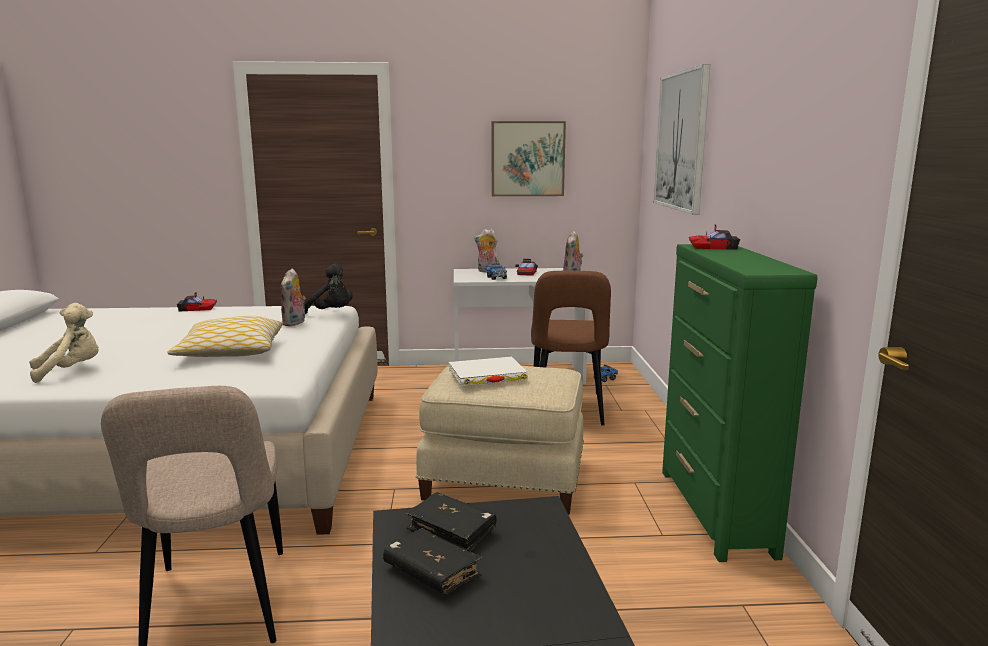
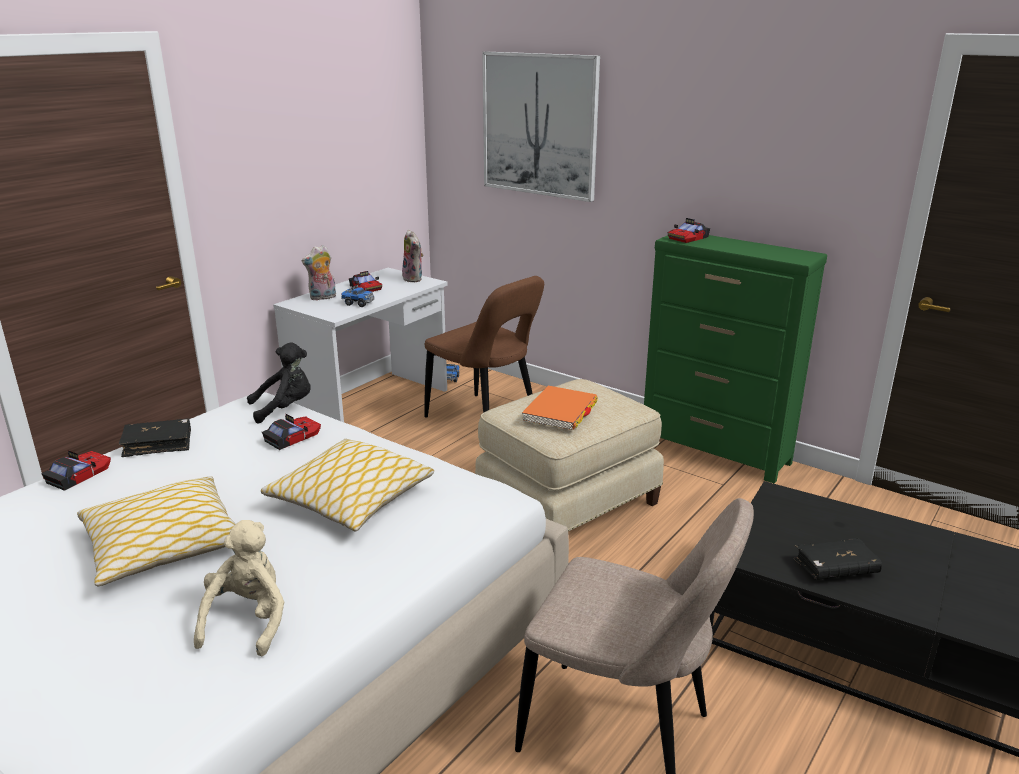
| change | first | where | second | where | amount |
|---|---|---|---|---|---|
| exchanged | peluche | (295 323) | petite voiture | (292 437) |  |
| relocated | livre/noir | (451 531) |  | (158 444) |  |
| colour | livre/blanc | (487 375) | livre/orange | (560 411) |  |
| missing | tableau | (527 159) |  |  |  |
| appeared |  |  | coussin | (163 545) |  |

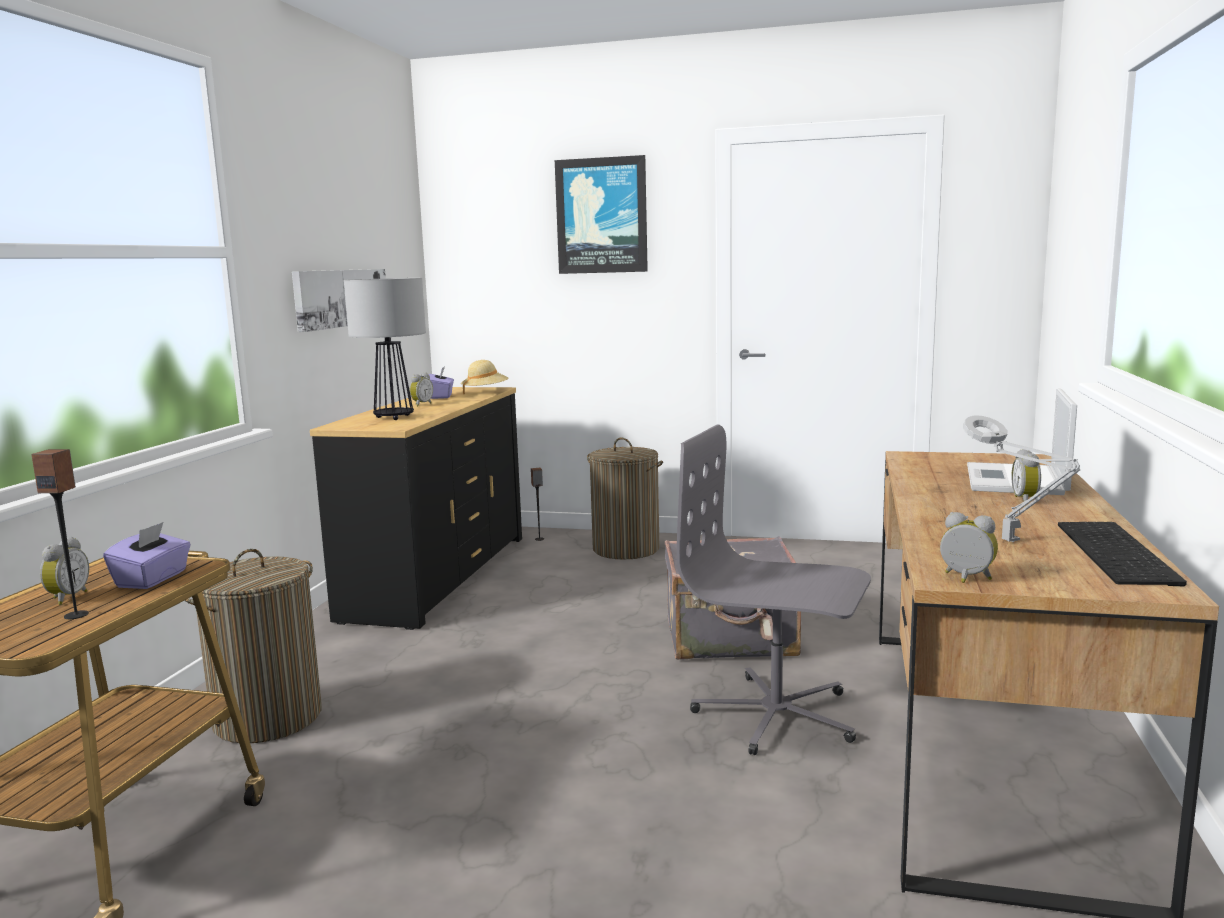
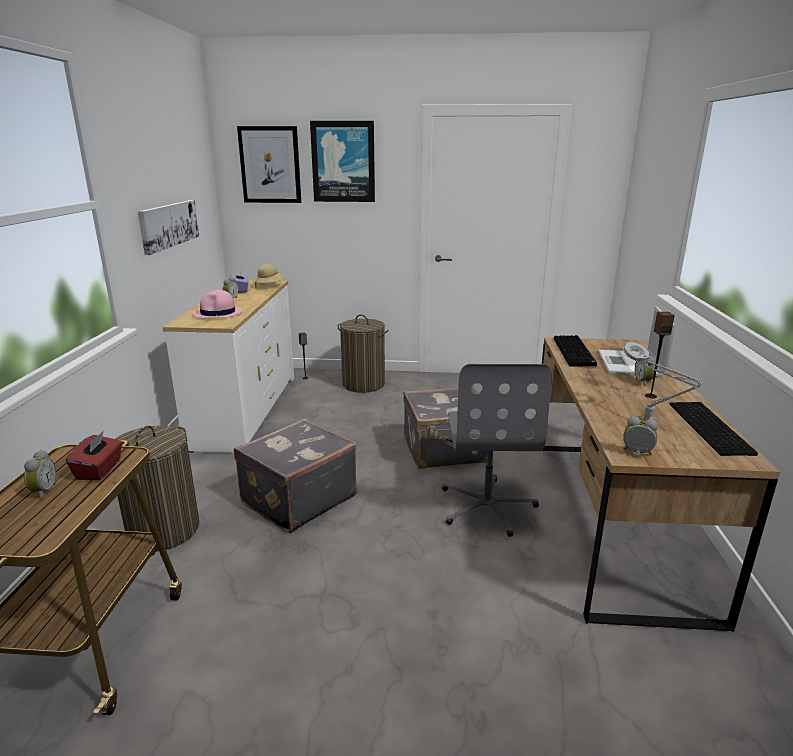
| change | first | where | second | where | amount |
|---|---|---|---|---|---|
| relocated | enceinte | (76 615) |  | (650 396) |  |
| colour | boîte à mouchoirs/violet | (153 579) | boîte à mouchoirs/rouge | (99 470) |  |
| colour | commode/noir | (437 576) | commode/blanc | (245 410) |  |
| exchanged | lampe de table | (394 417) | chapeau/rose | (218 313) |  |
| spun | chaise de bureau/gris | (776 715) |  | (487 506) | 105 degrees counterclockwise |
| appeared |  |  | valise/gris | (297 499) |  |
| appeared |  |  | tableau | (270 165) |  |
| appeared |  |  | clavier | (575 352) |  |

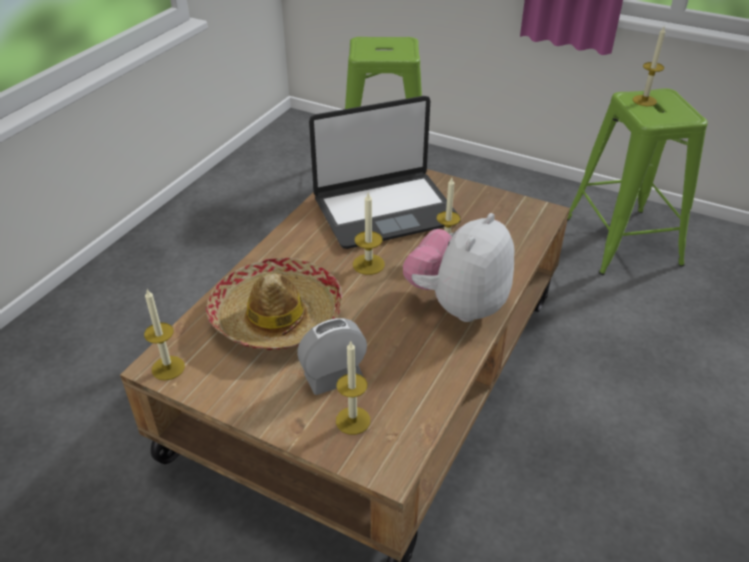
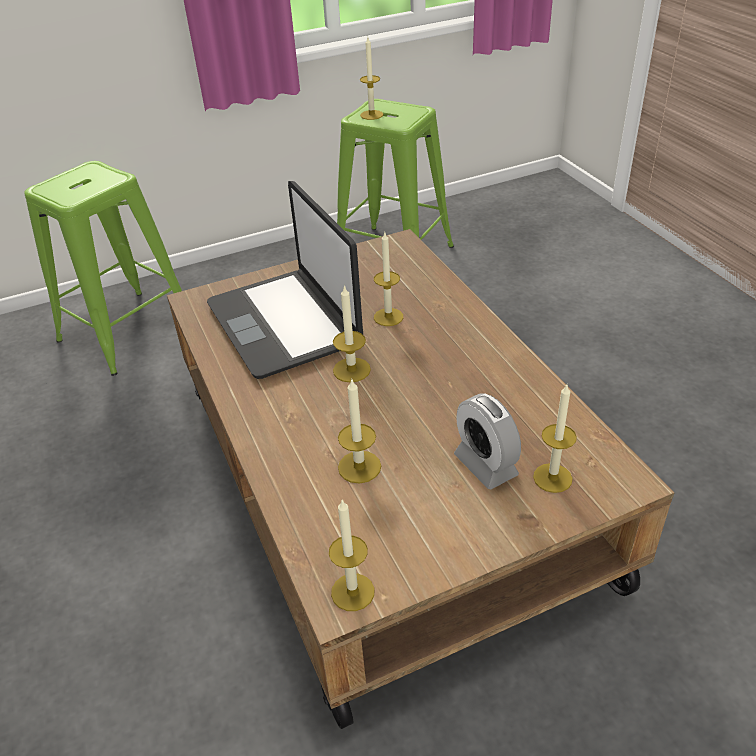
| change | first | where | second | where | amount |
|---|---|---|---|---|---|
| exchanged | chapeau | (277 316) | bougie | (359 467) |  |
| spun | réveil | (333 377) |  | (485 465) | 45 degrees counterclockwise |
| spun | ordinateur portable | (385 210) |  | (285 323) | 135 degrees clockwise |
| missing | peluche | (458 304) |  |  |  |

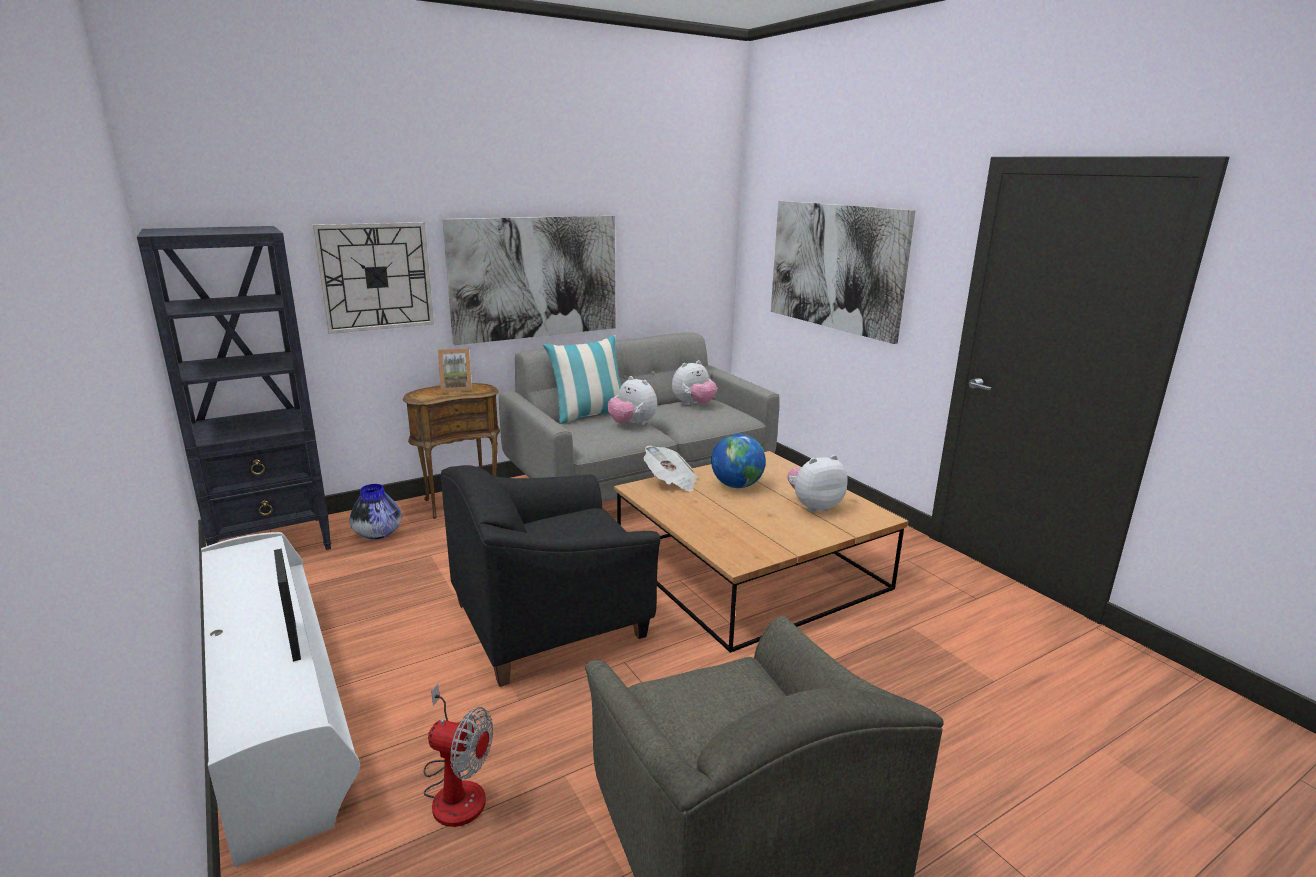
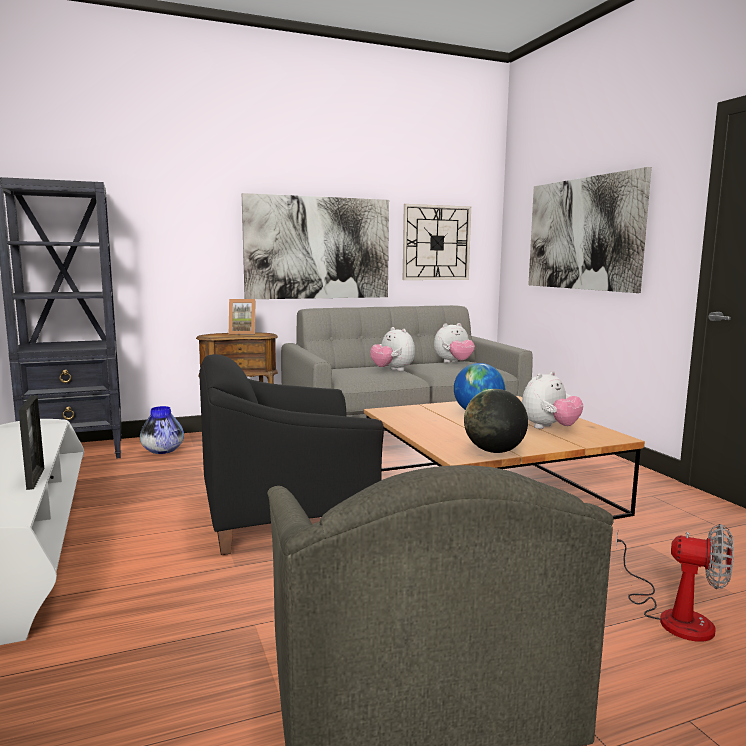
| change | first | where | second | where | amount |
|---|---|---|---|---|---|
| relocated | horloge murale | (376 277) |  | (436 243) |  |
| relocated | ventilateur | (456 789) |  | (673 615) |  |
| missing | coussin | (589 416) |  |  |  |
| missing | journal | (671 482) |  |  |  |
| spun | peluche | (813 506) |  | (549 428) | 150 degrees clockwise |
| appeared |  |  | globe | (494 451) |  |

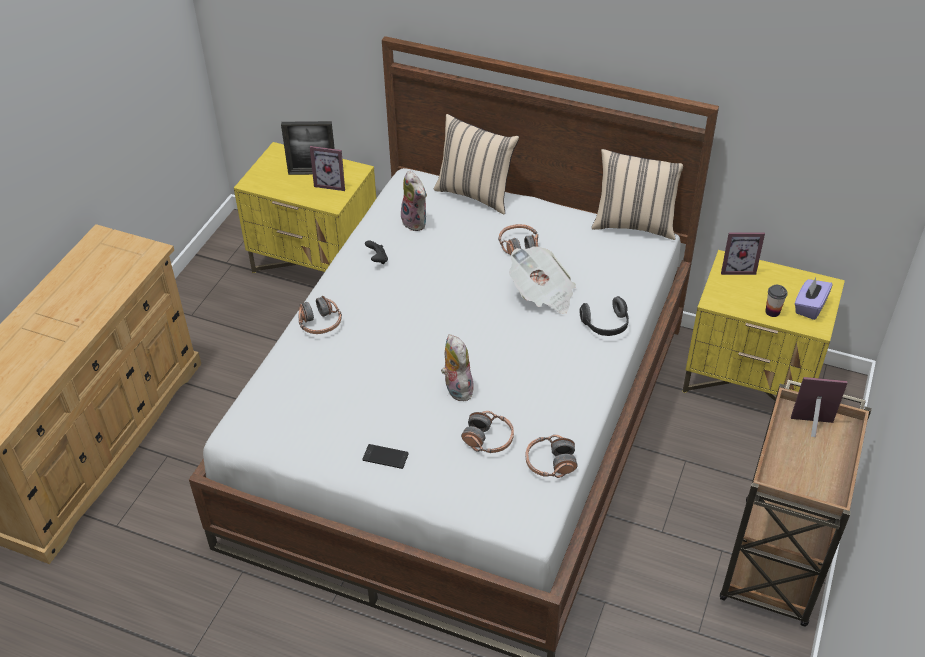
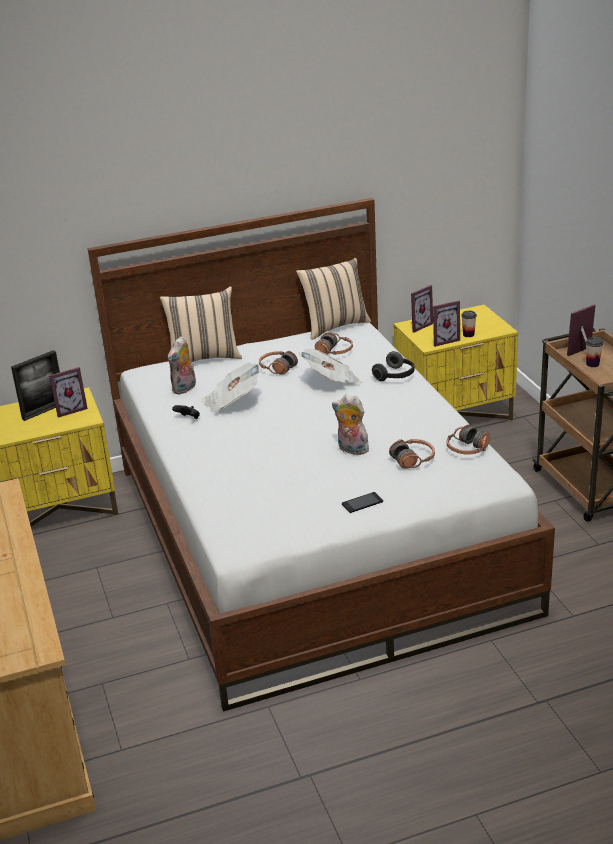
| change | first | where | second | where | amount |
|---|---|---|---|---|---|
| relocated | casque audio | (320 323) |  | (335 352) |  |
| spun | peluche | (416 222) |  | (185 389) | 105 degrees clockwise |
| missing | boîte à mouchoirs/violet | (809 307) |  |  |  |
| appeared |  |  | journal | (232 401) |  |
| appeared |  |  | cadre photo | (443 340) |  |
| appeared |  |  | tasse | (592 364) |  |

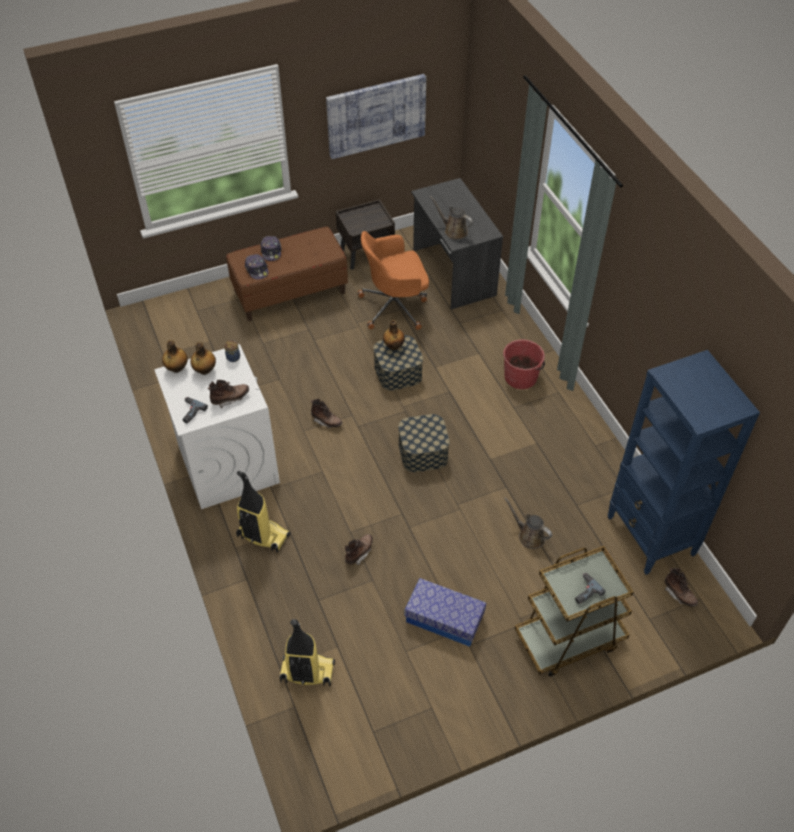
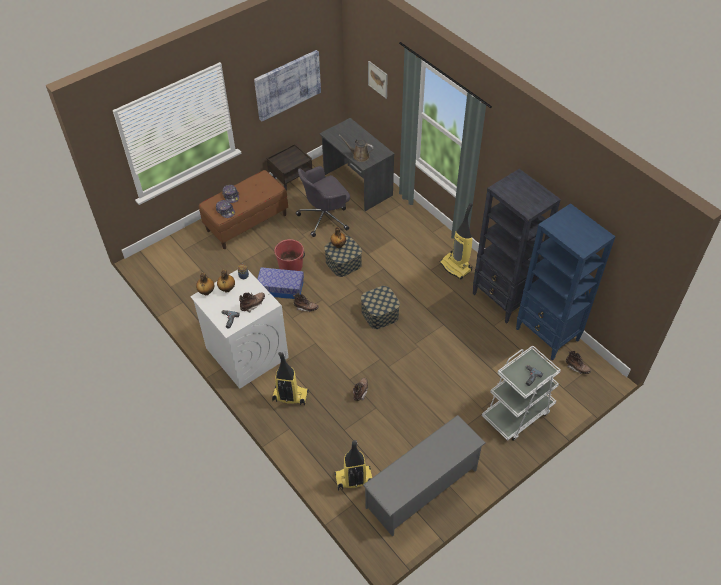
| change | first | where | second | where | amount |
|---|---|---|---|---|---|
| colour | chaise de bureau/orange | (395 306) | chaise de bureau/gris | (325 217) |  |
| relocated | boîte de rangement | (444 619) |  | (280 289) |  |
| relocated | seau/rouge | (521 377) |  | (291 266) |  |
| missing | arrosoir/marron | (529 535) |  |  |  |
| colour | chariot/marron | (569 638) | chariot/blanc | (517 413) |  |
| appeared |  |  | étagère à chaussures/gris | (422 488) |  |
| appeared |  |  | tableau | (378 79) |  |
| appeared |  |  | aspirateur | (456 267) |  |
| appeared |  |  | bibliothèque/noir | (503 300) |  |

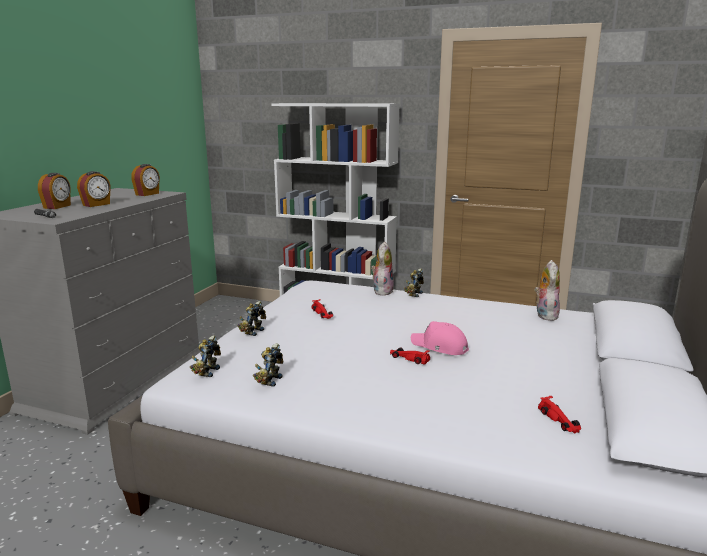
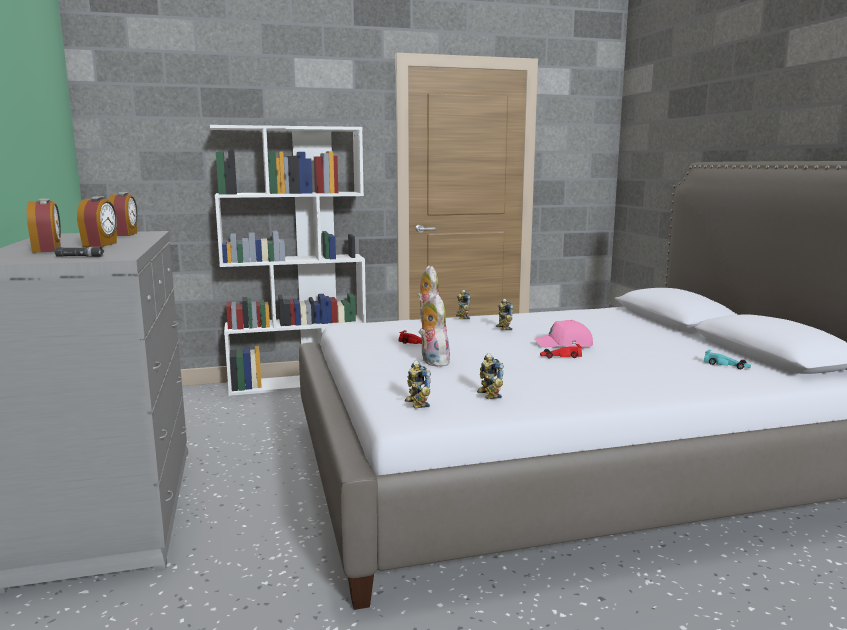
| change | first | where | second | where | amount |
|---|---|---|---|---|---|
| relocated | robot jouet | (252 331) |  | (502 328) |  |
| relocated | peluche | (544 315) |  | (432 362) |  |
| colour | petite voiture/rouge | (559 420) | petite voiture/turquoise | (727 365) |  |

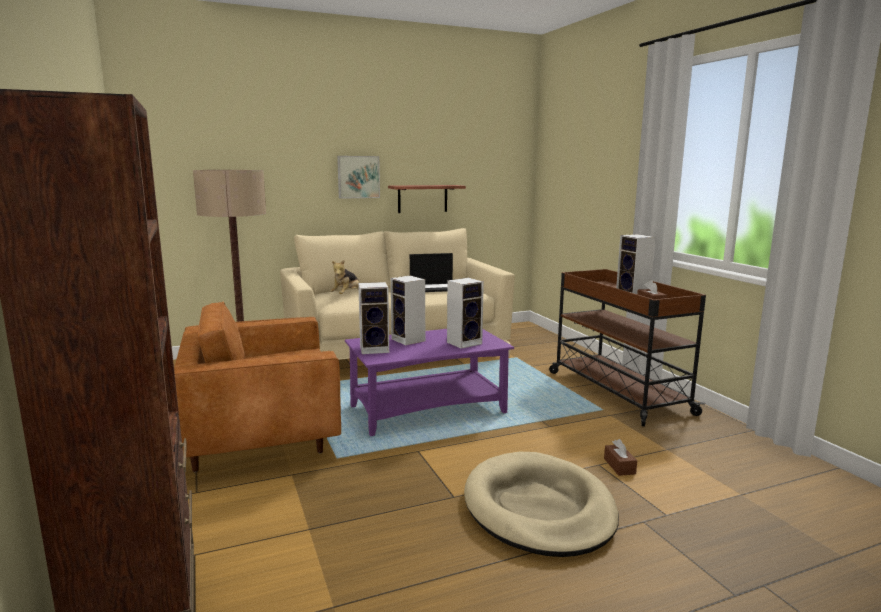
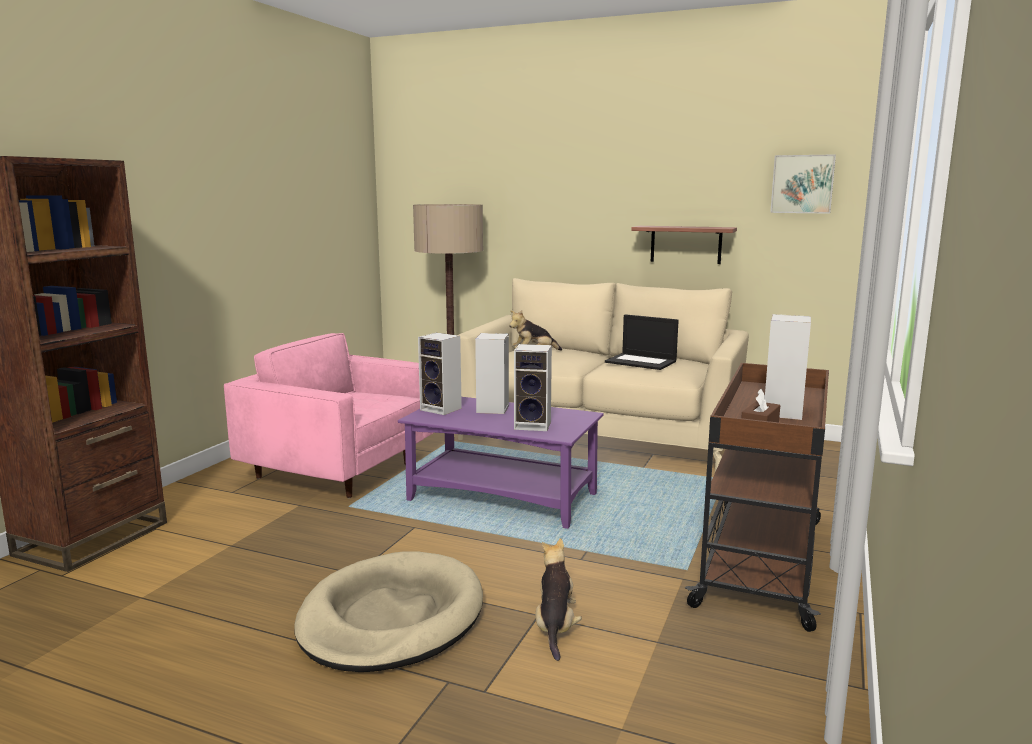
| change | first | where | second | where | amount |
|---|---|---|---|---|---|
| colour | fauteuil/marron | (262 438) | fauteuil/rose | (338 471) |  |
| relocated | tableau | (358 177) |  | (802 184) |  |
| exchanged | boîte à mouchoirs/marron | (619 466) | peluche | (555 627) |  |

